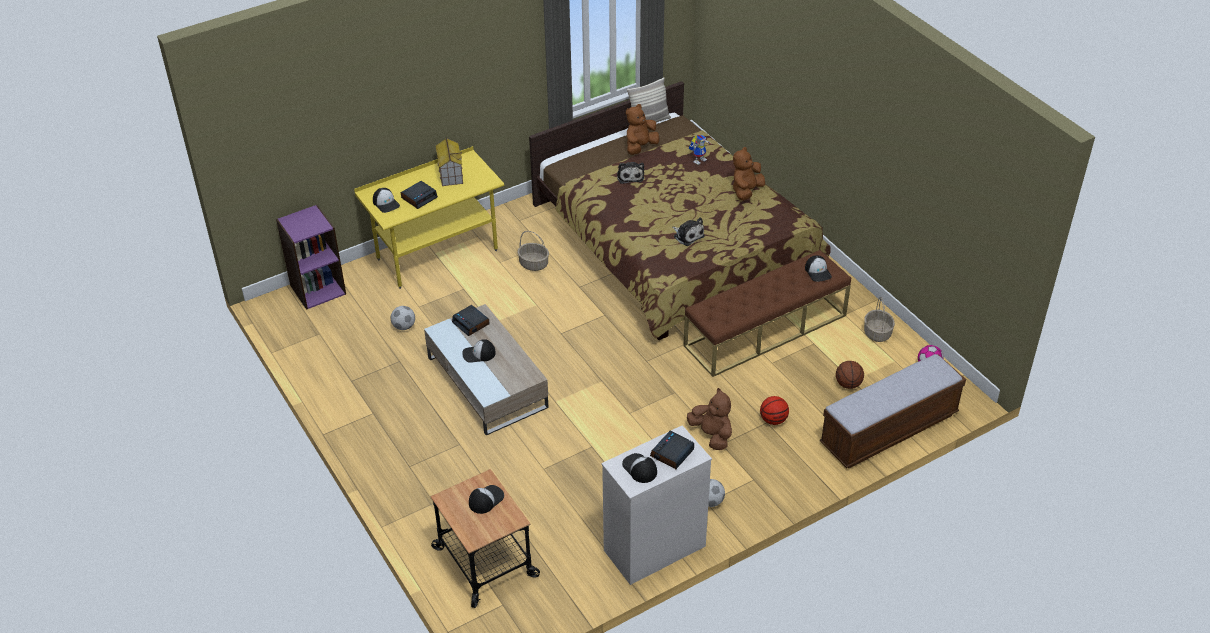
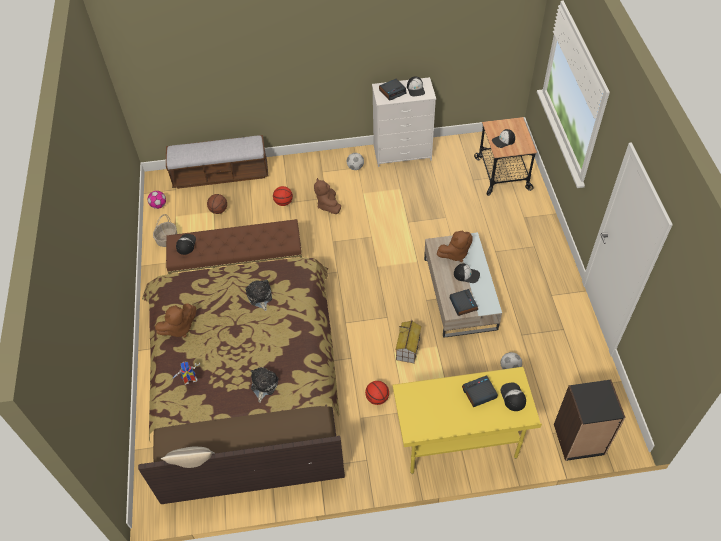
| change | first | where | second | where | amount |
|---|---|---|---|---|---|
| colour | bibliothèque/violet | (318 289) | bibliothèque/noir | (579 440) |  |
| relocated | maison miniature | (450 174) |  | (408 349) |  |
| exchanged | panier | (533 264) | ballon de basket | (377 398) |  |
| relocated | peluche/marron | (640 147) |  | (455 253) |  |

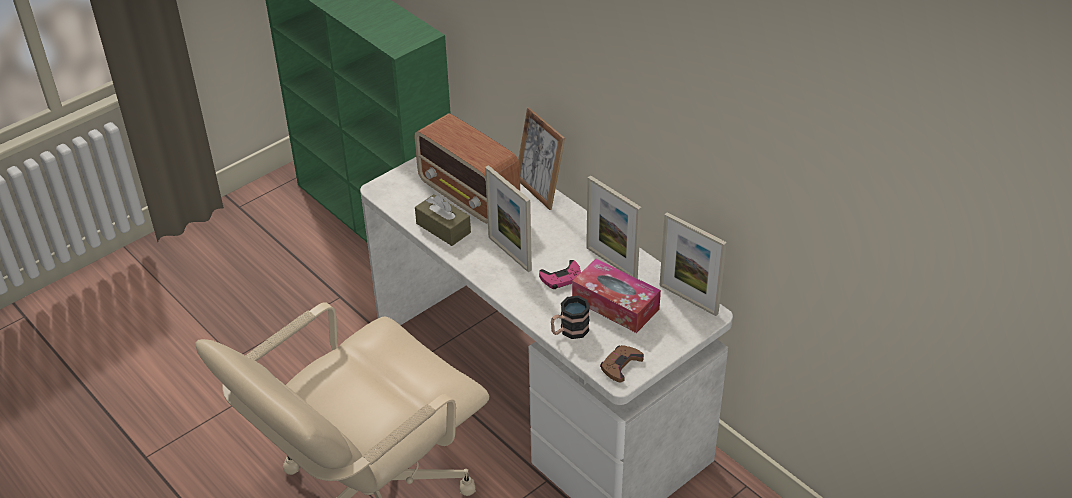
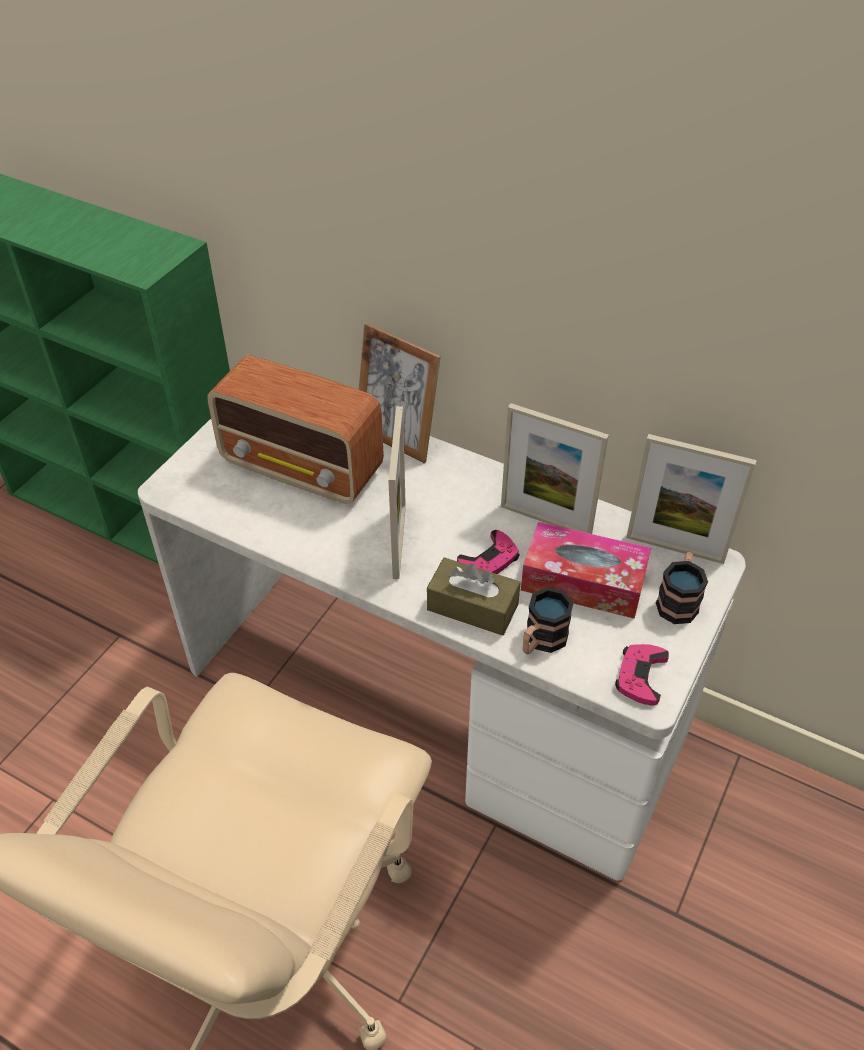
| change | first | where | second | where | amount |
|---|---|---|---|---|---|
| relocated | boîte à mouchoirs/marron | (443 228) |  | (472 607) |  |
| spun | cadre photo | (509 253) |  | (399 541) | 120 degrees counterclockwise |
| colour | manette/marron | (620 365) | manette/rose | (640 676) |  |
| appeared |  |  | mug | (678 600) |  |

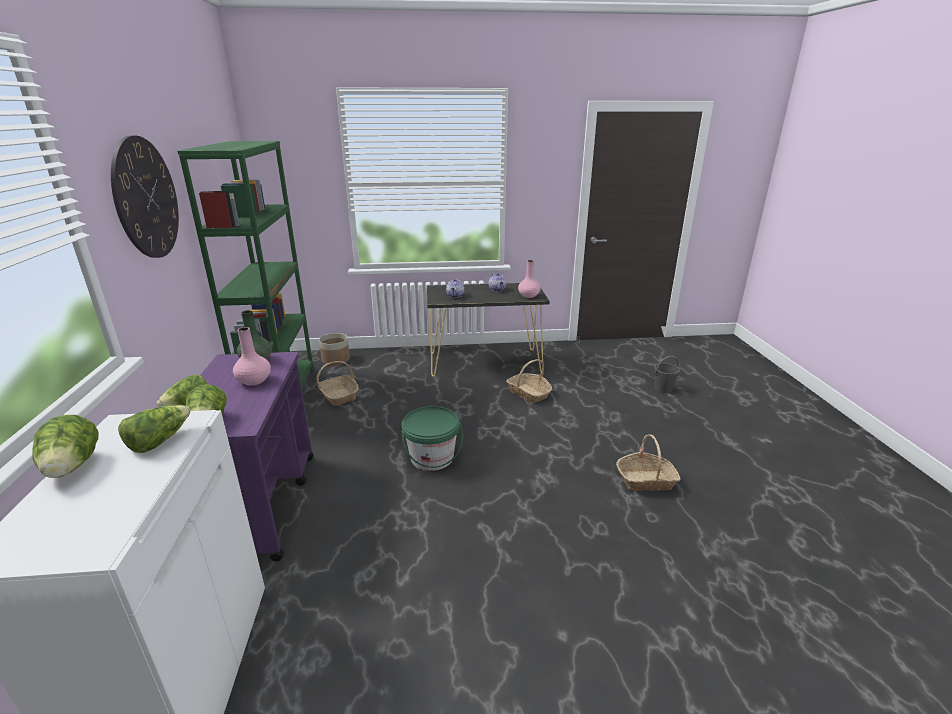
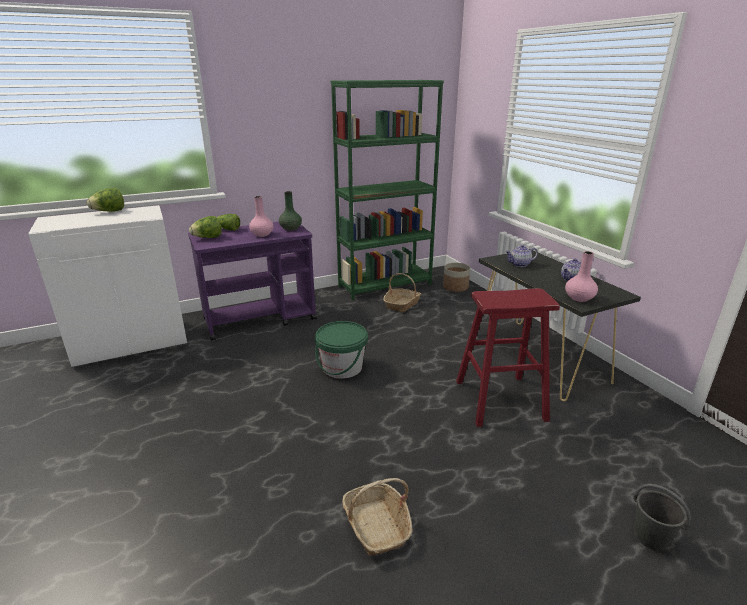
| change | first | where | second | where | amount |
|---|---|---|---|---|---|
| missing | horloge murale | (146 198) |  |  |  |
| missing | laitue | (159 441) |  |  |  |
| exchanged | panier | (528 393) | tabouret/rouge | (499 400) |  |

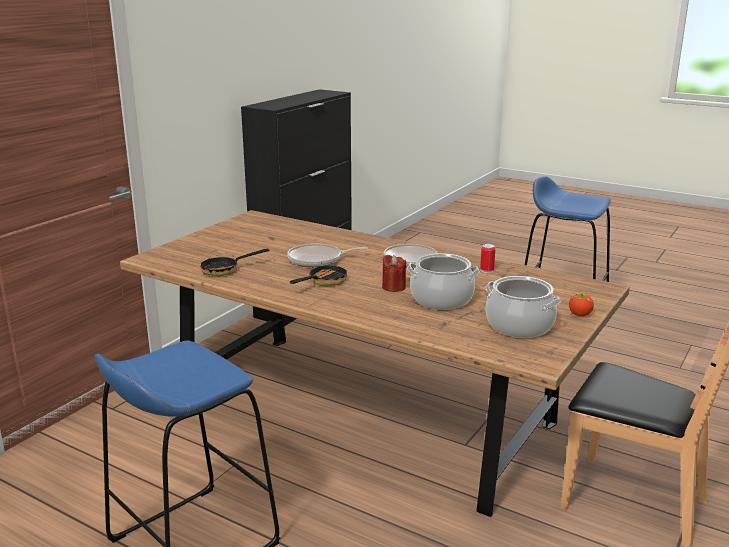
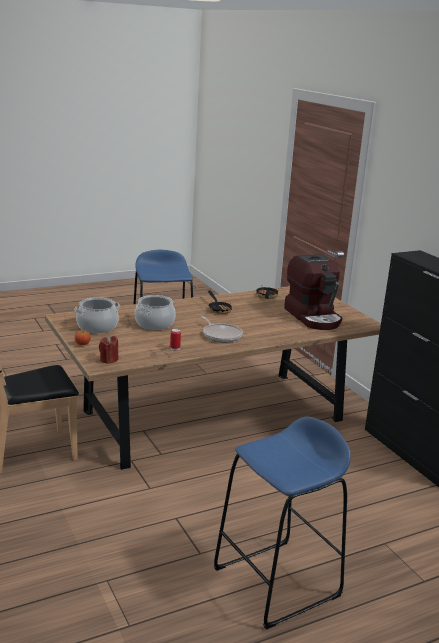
| change | first | where | second | where | amount |
|---|---|---|---|---|---|
| missing | poêle | (318 260) |  |  |  |
| relocated | bougie/rouge | (393 287) |  | (109 360) |  |
| appeared |  |  | machine à café | (313 317) |  |

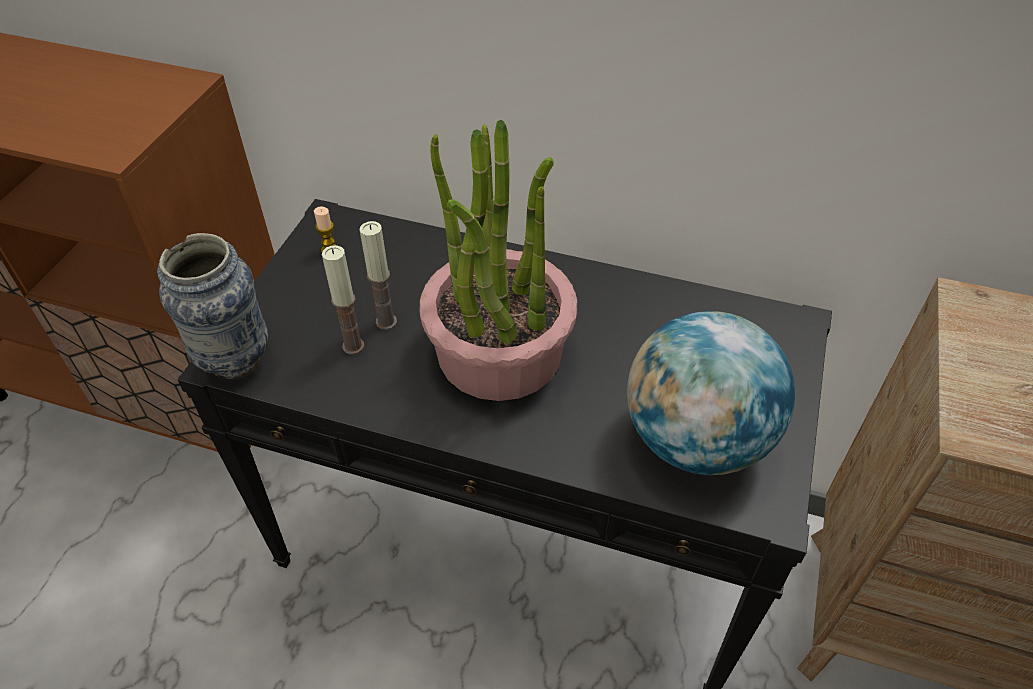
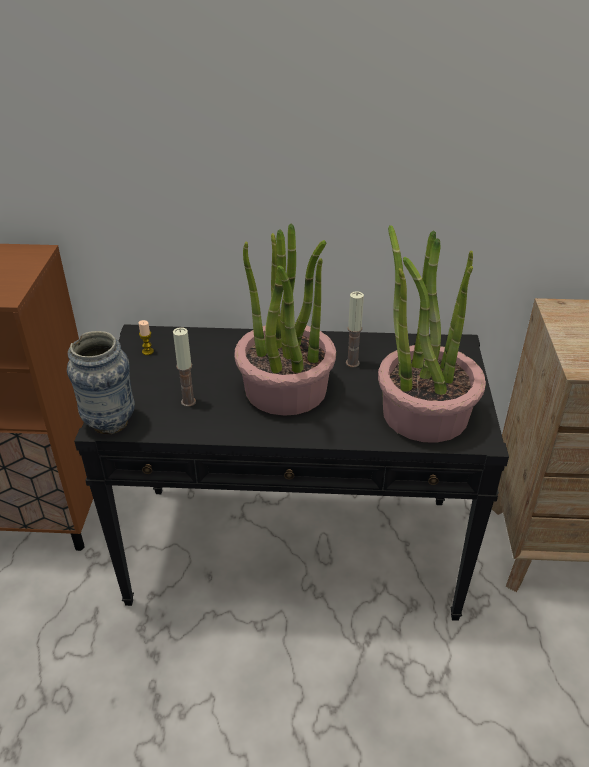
| change | first | where | second | where | amount |
|---|---|---|---|---|---|
| relocated | bougie | (386 322) |  | (352 363) |  |
| exchanged | globe | (695 439) | plante en pot | (424 413) |  |

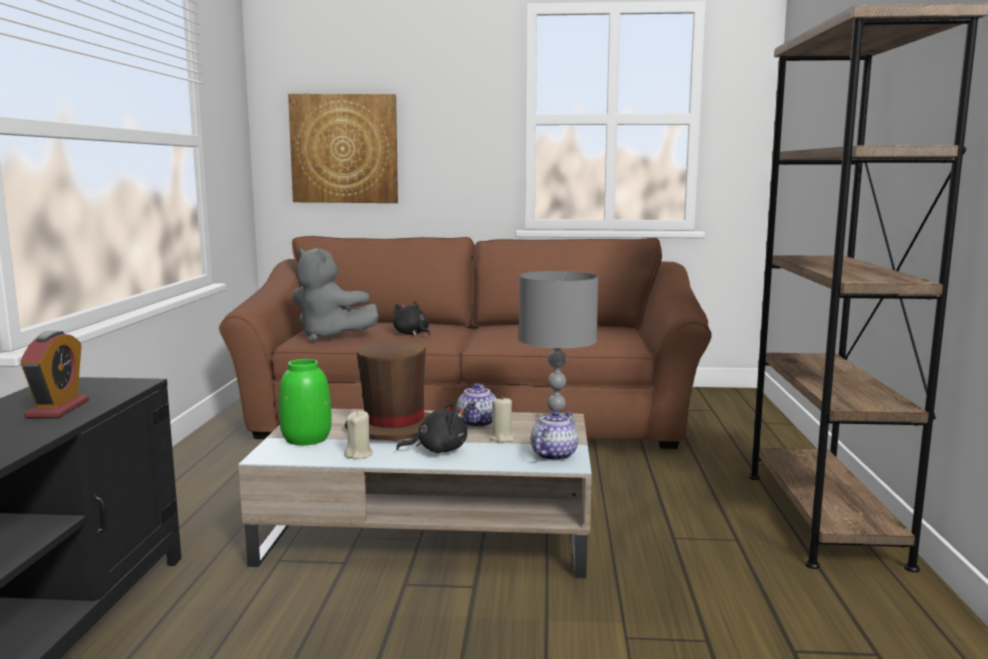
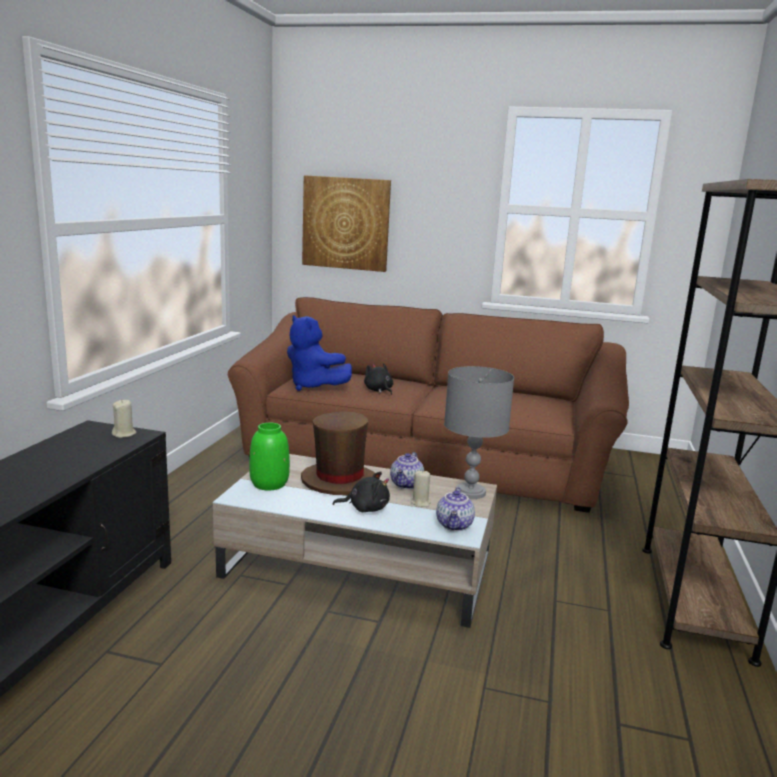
| change | first | where | second | where | amount |
|---|---|---|---|---|---|
| missing | réveil | (58 409) |  |  |  |
| colour | peluche/gris | (330 336) | peluche/bleu | (313 386) |  |
| relocated | bougie/beige | (359 455) |  | (124 434) |  |
| spun | théière | (553 455) |  | (455 525) | 150 degrees clockwise |

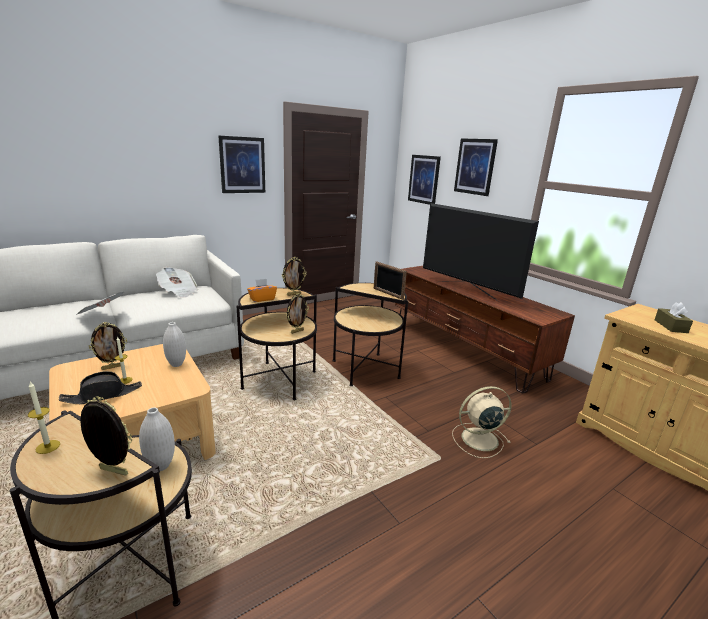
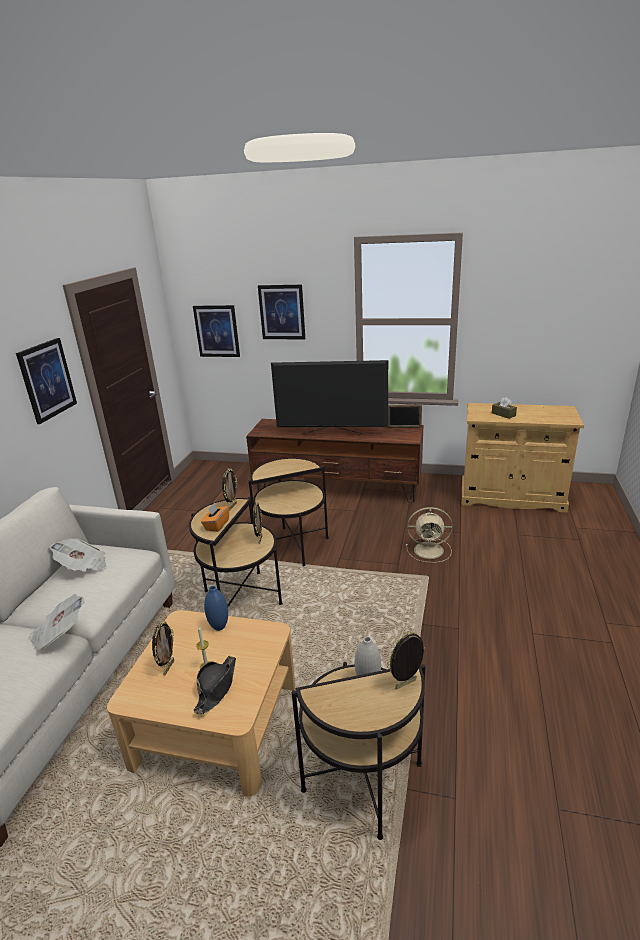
| change | first | where | second | where | amount |
|---|---|---|---|---|---|
| missing | bougie | (48 447) |  |  |  |
| colour | vase/blanc | (176 364) | vase/bleu | (219 627) |  |
| relocated | cadre photo | (388 294) |  | (404 427) |  |
| spun | ventilateur/beige | (478 439) |  | (430 550) | 120 degrees counterclockwise |

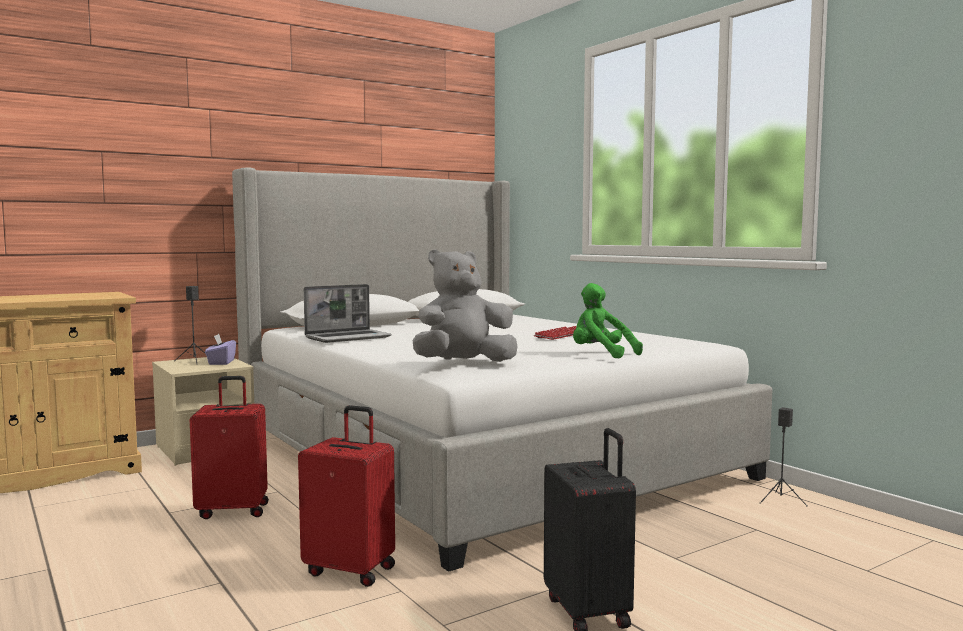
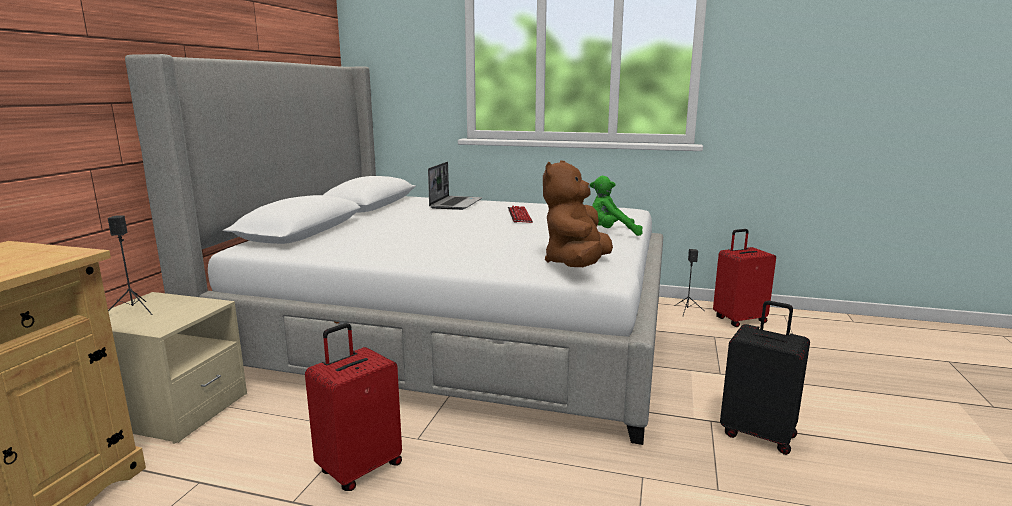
| change | first | where | second | where | amount |
|---|---|---|---|---|---|
| missing | boîte à mouchoirs/violet | (221 362) |  |  |  |
| relocated | valise/rouge | (351 570) |  | (739 320) |  |
| relocated | ordinateur portable | (348 338) |  | (455 204) |  |
| colour | peluche/gris | (463 364) | peluche/marron | (576 265) |  |

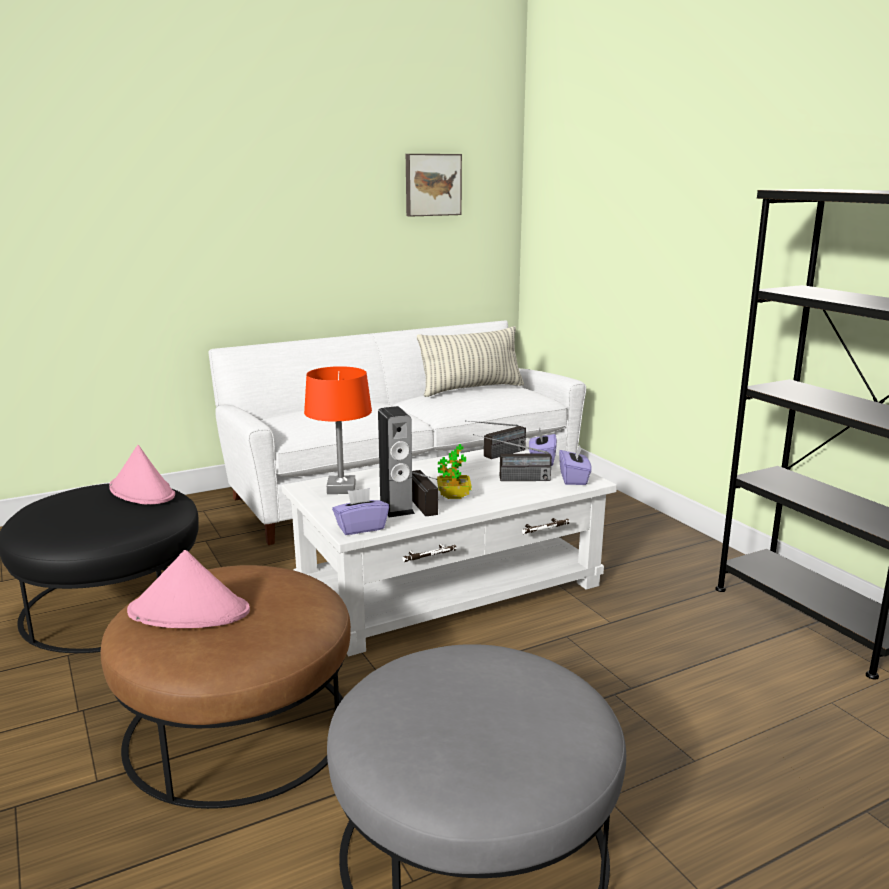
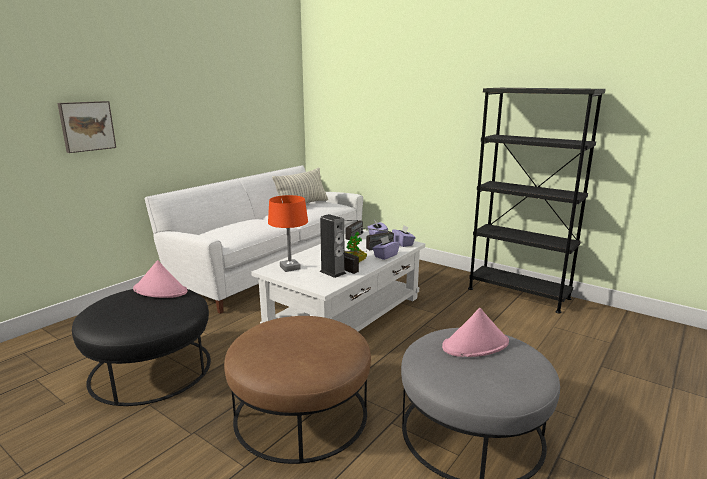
| change | first | where | second | where | amount |
|---|---|---|---|---|---|
| relocated | chapeau/rose | (190 612) |  | (475 345) |  |
| relocated | boîte à mouchoirs/violet | (361 528) |  | (385 256) |  |
| relocated | tableau | (432 185) |  | (86 126) |  |

